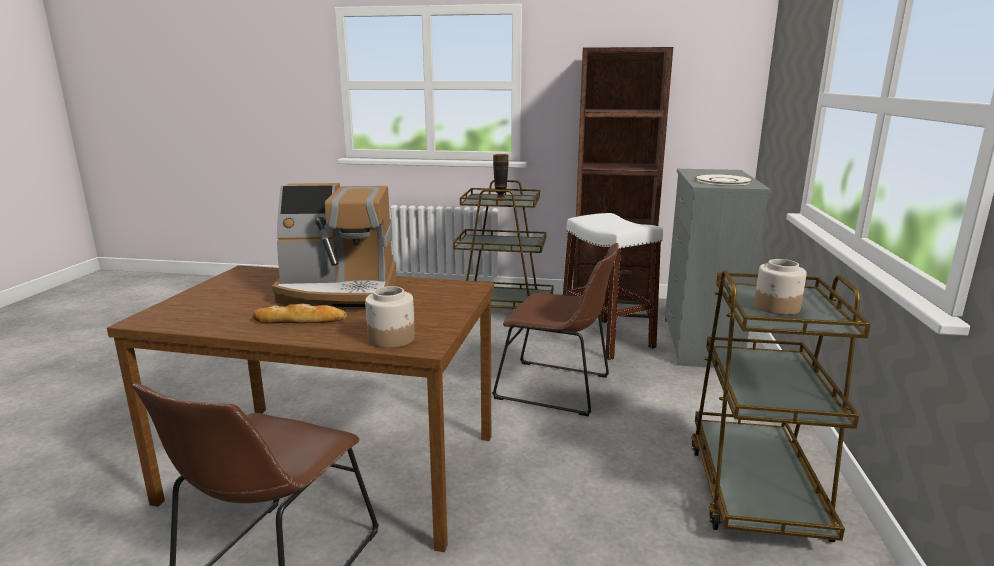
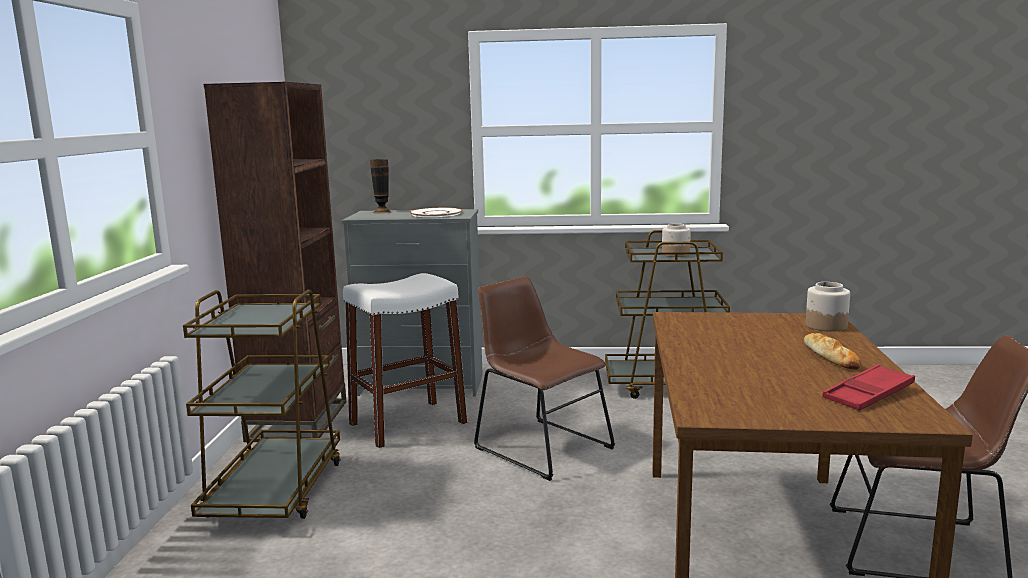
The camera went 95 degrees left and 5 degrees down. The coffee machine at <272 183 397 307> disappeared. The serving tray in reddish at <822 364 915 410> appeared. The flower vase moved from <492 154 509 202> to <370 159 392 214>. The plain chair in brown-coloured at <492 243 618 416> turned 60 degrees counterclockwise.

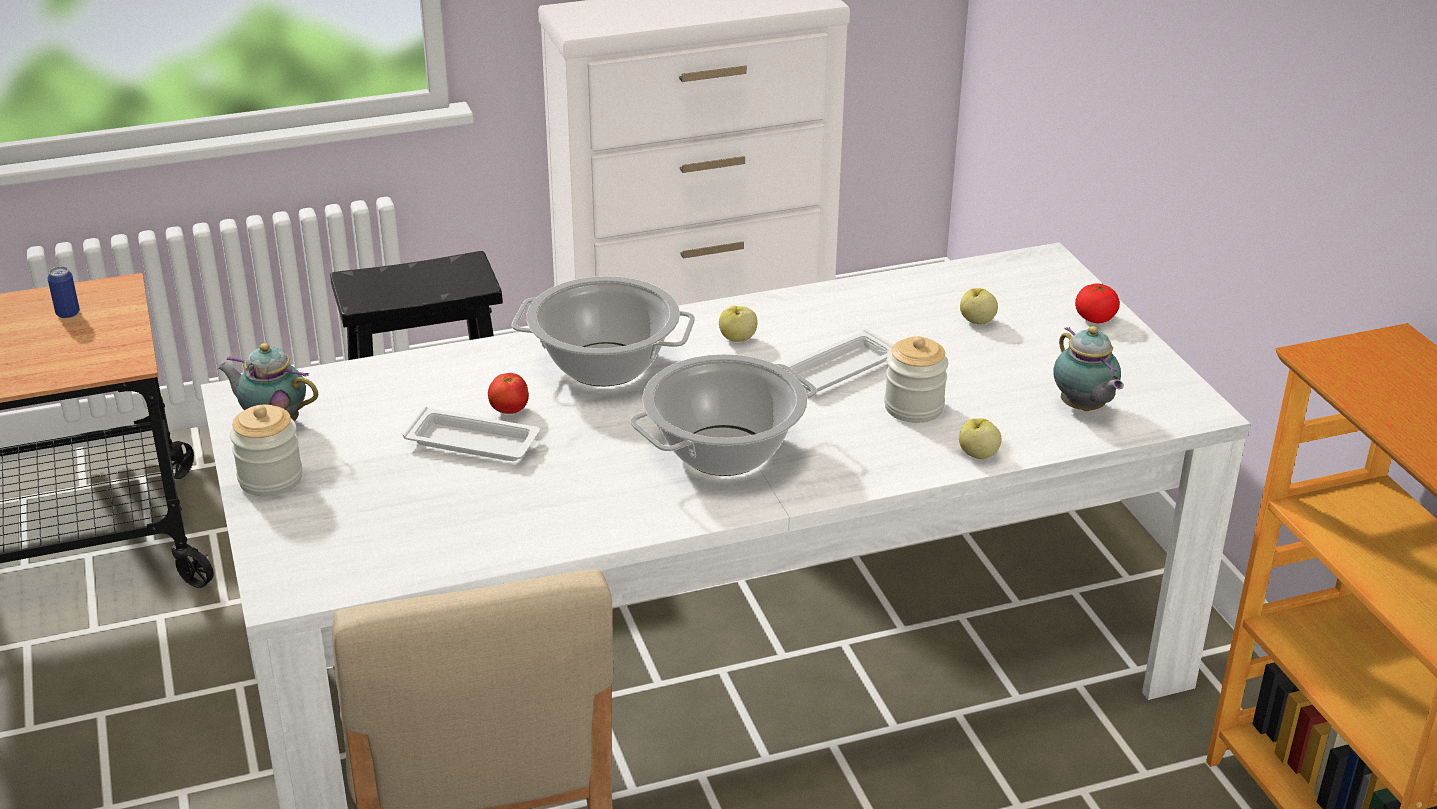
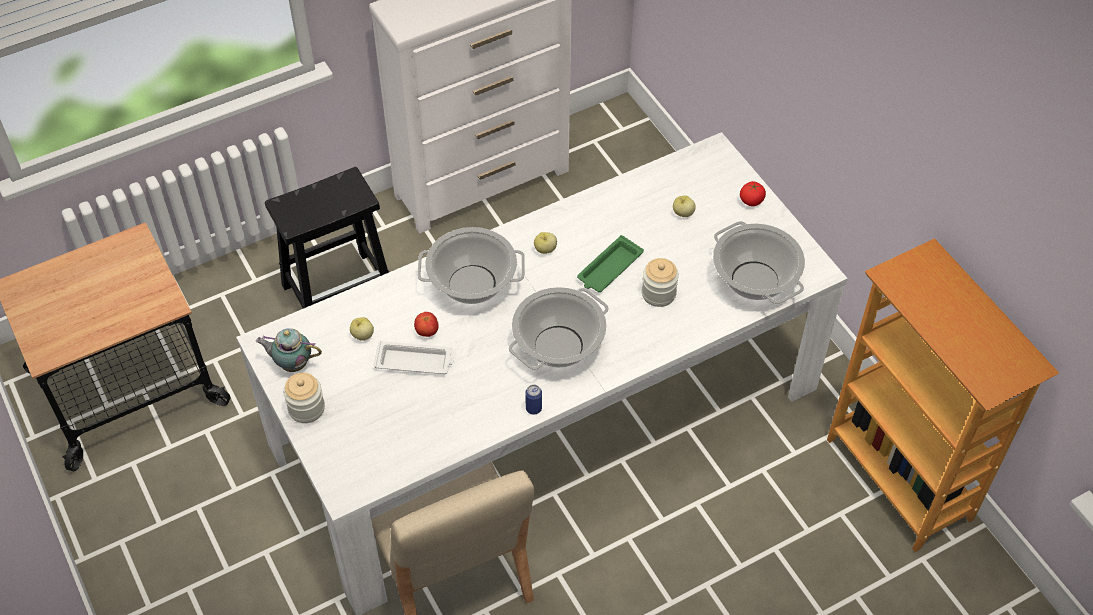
The camera went 10 degrees left and 20 degrees up. The can moved from <47 266 80 318> to <525 384 542 415>. The apple moved from <959 418 1001 459> to <350 317 374 341>. The tea pot at <1053 326 1124 411> was replaced by the saucepot at <713 221 805 304>. The serving tray in whitish at <786 329 893 392> became the serving tray in greenish at <577 235 644 292>.

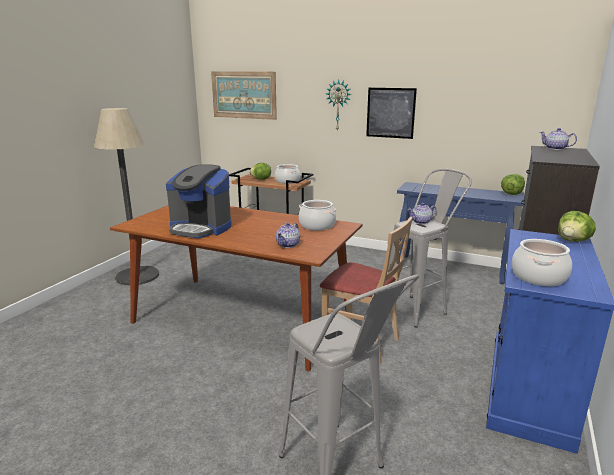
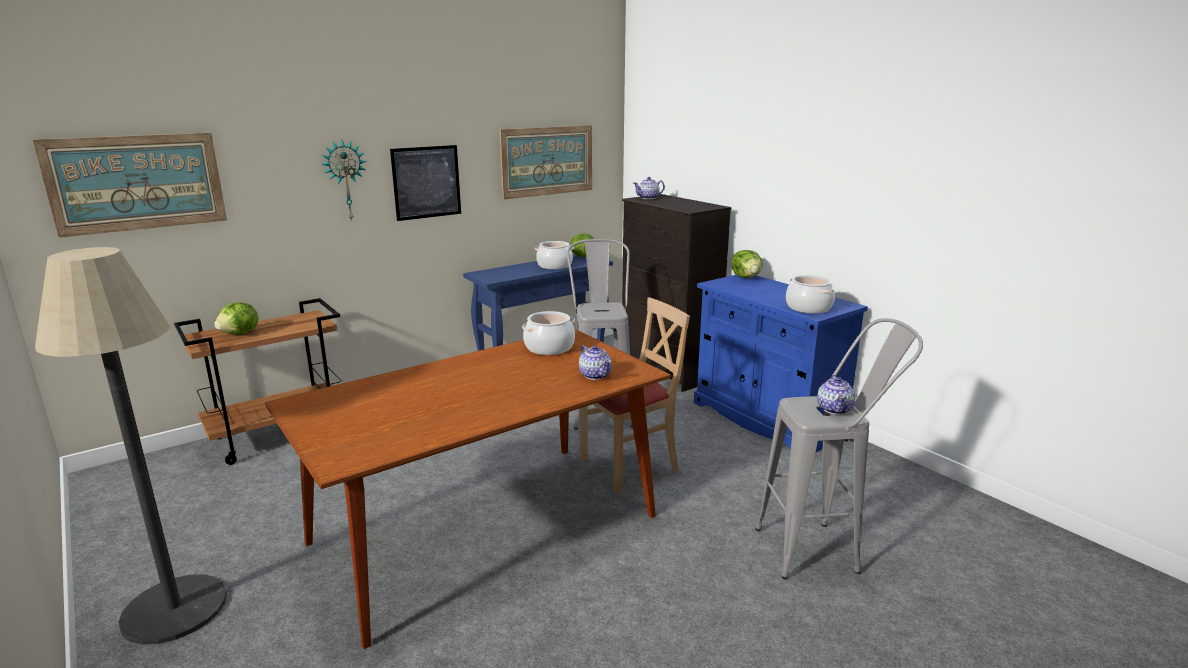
The camera went 60 degrees left and 0 degrees up. The coffee machine at <166 164 232 238> disappeared. The wall picture at <499 125 592 200> appeared. The saucepot moved from <275 164 300 184> to <535 241 574 270>. The tea pot moved from <408 203 437 224> to <817 375 855 415>.

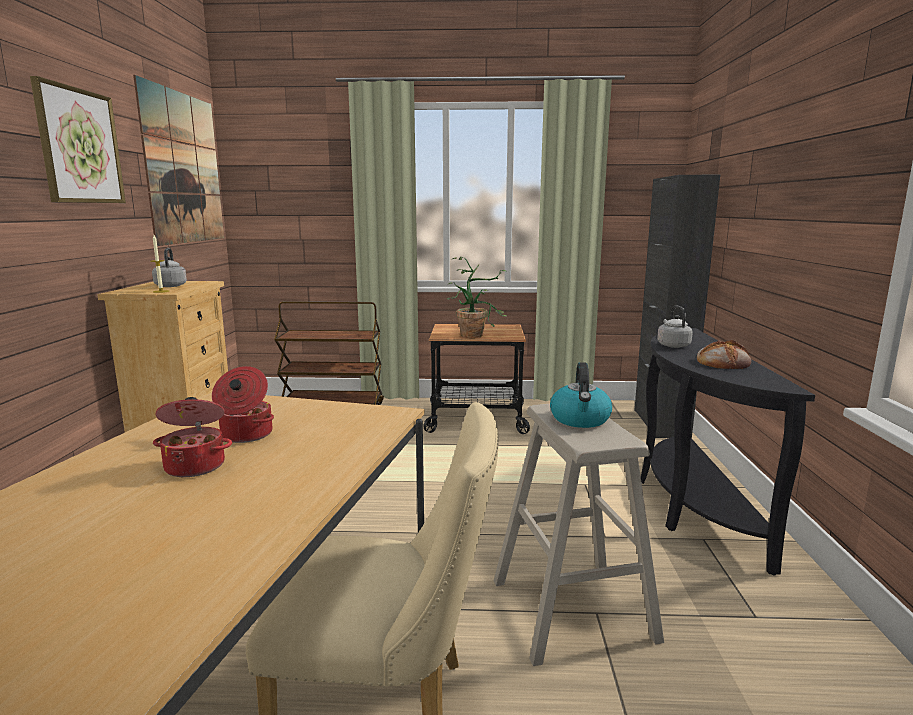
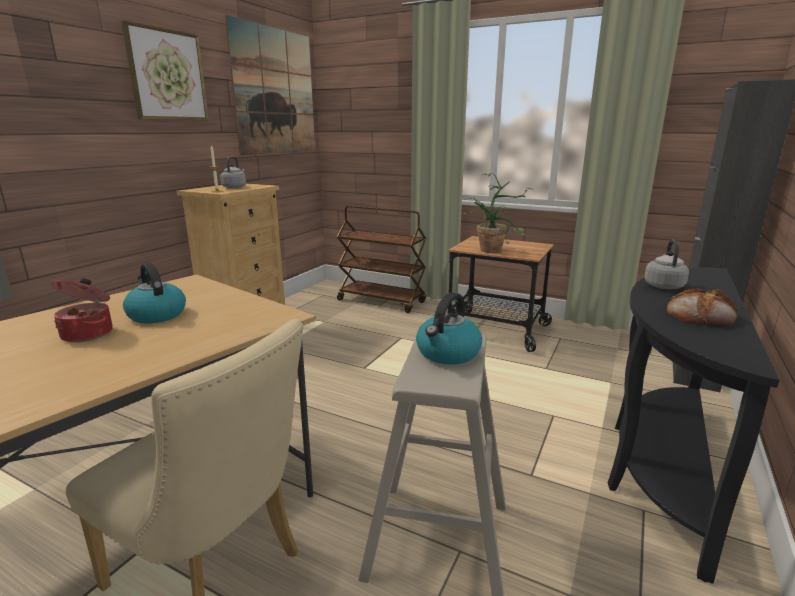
The camera went 25 degrees right and 5 degrees up. The saucepot at <212 366 274 443> was replaced by the kettle at <123 263 186 323>.

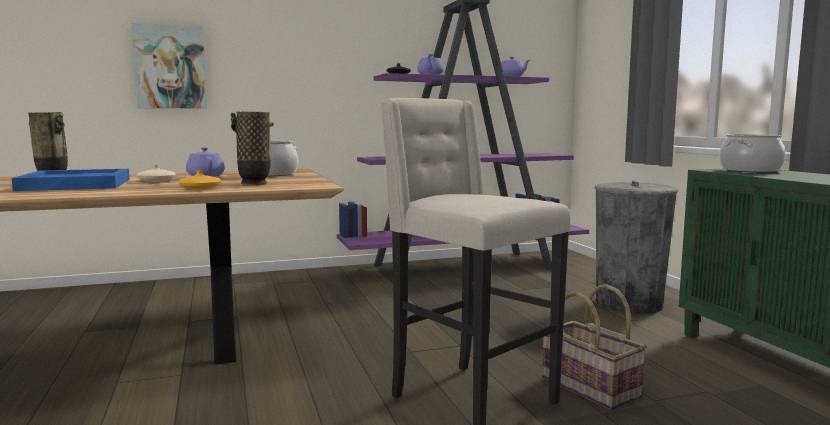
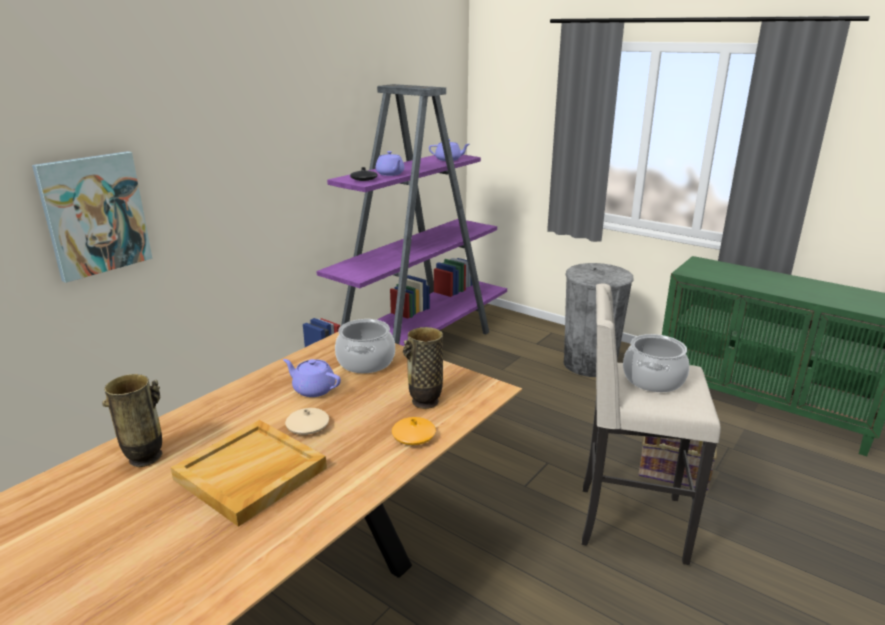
The camera went 35 degrees left and 15 degrees up. The saucepot moved from <719 134 786 173> to <623 334 689 392>. The serving tray in blue-coloured at <12 169 130 191> became the serving tray in beige-coloured at <170 420 327 527>.

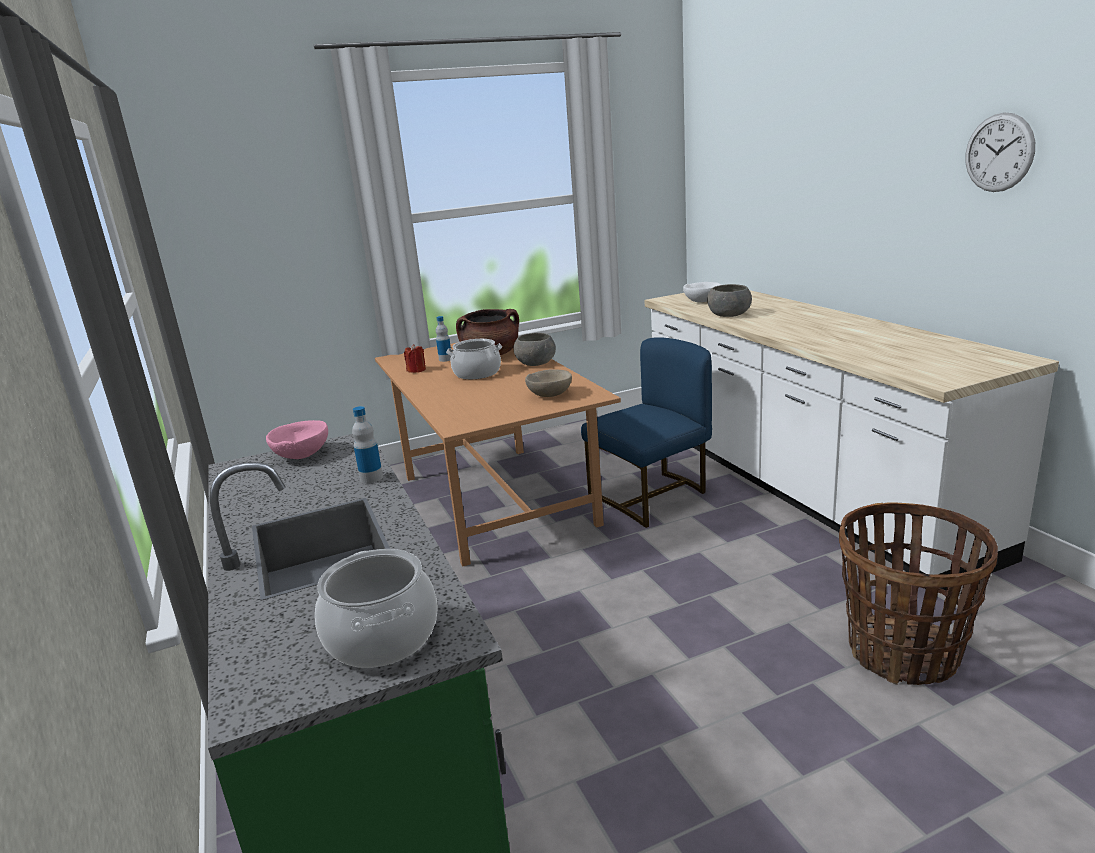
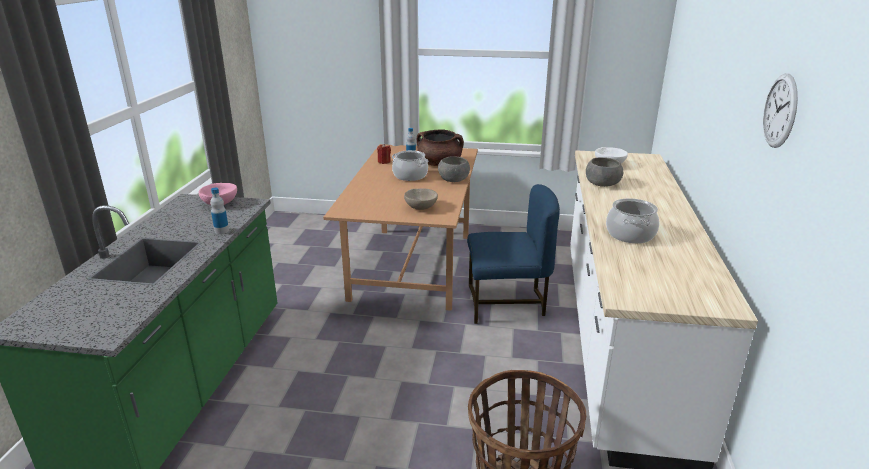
The camera went 30 degrees right and 5 degrees up. The saucepot moved from <315 549 438 668> to <606 198 659 244>.

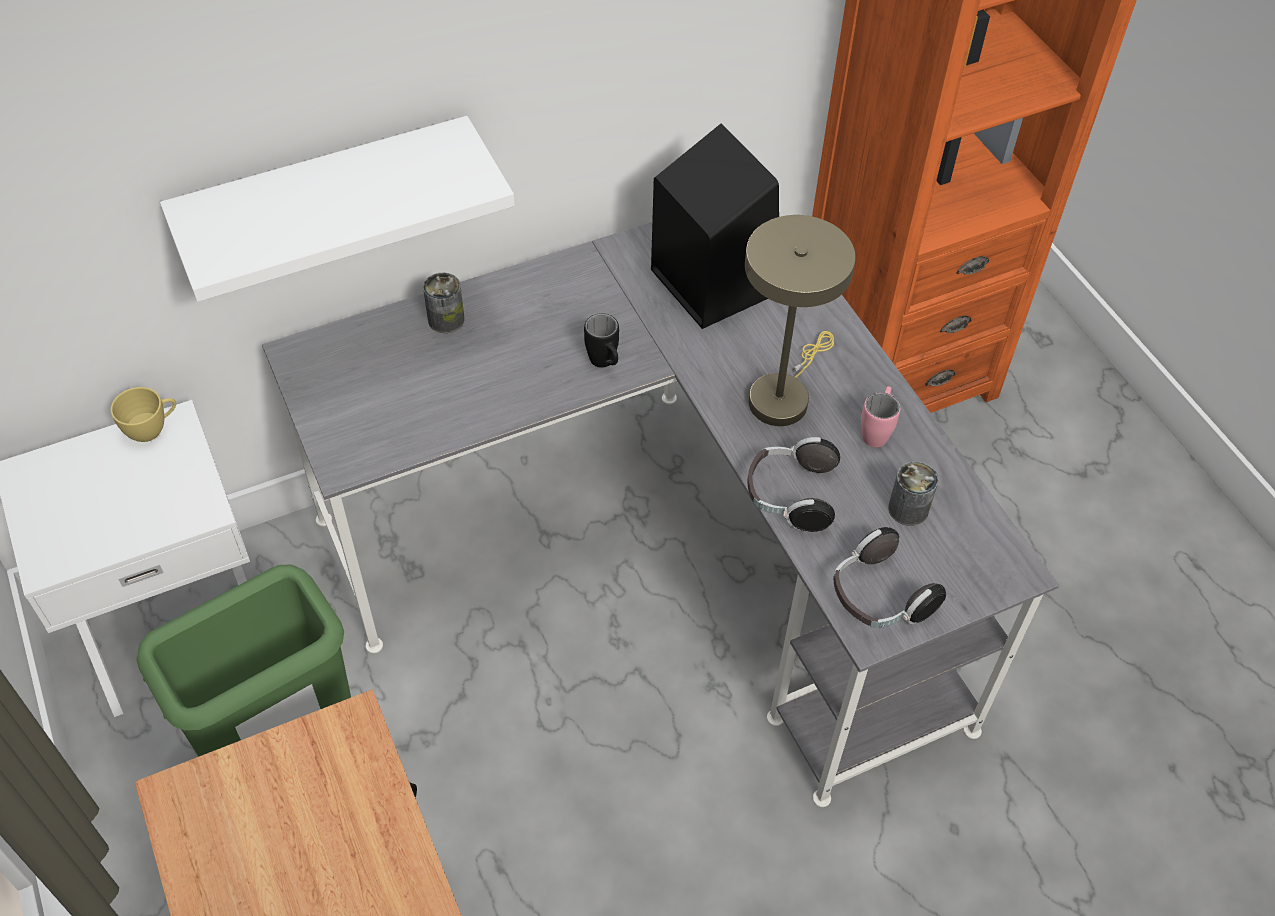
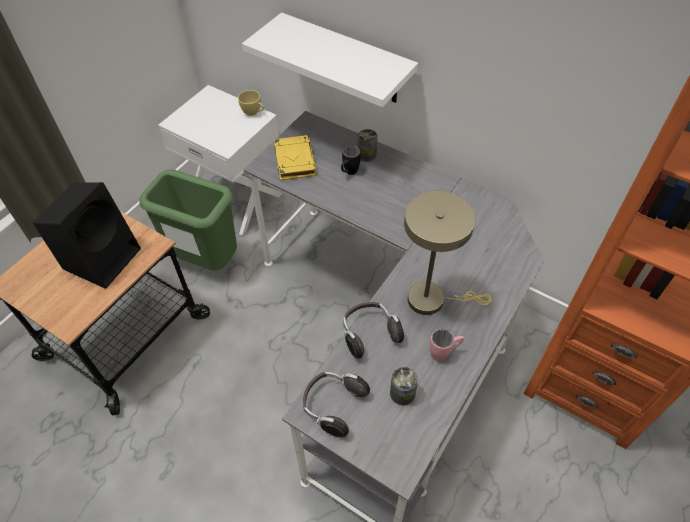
The camera went 60 degrees right and 0 degrees up. The volume in yellowish at <274 135 317 180> appeared. The coffee mug in black moved from <584 313 619 368> to <341 145 361 175>. The loudspeaker in black moved from <651 124 779 329> to <33 182 141 289>.

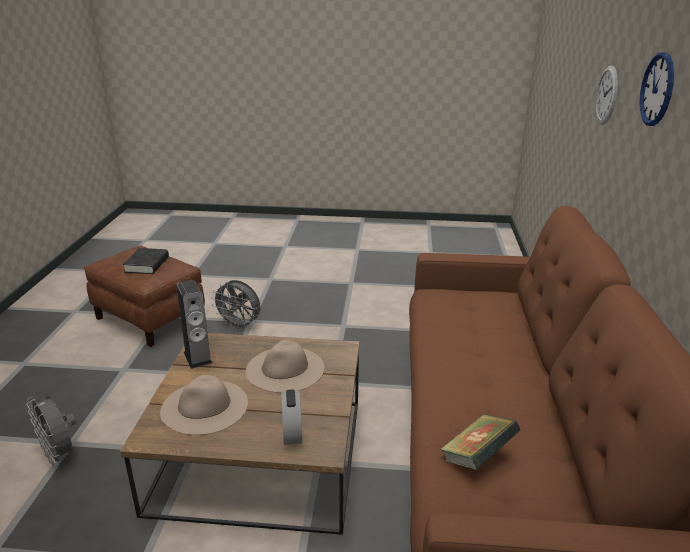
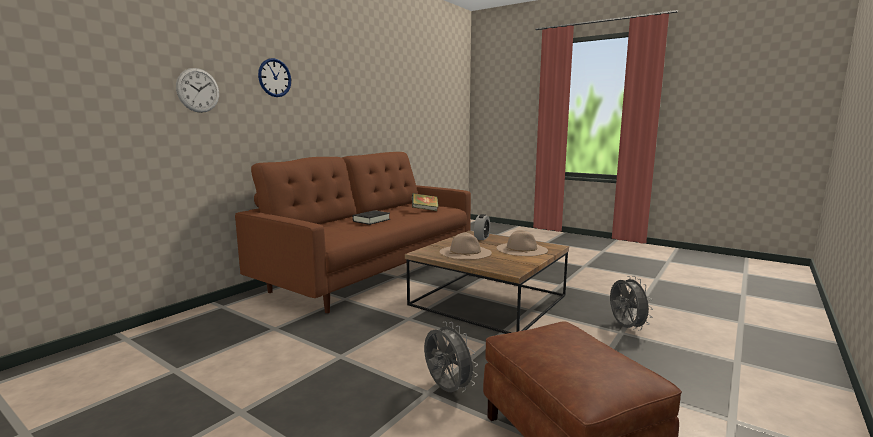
The camera went 150 degrees left and 15 degrees down. The loudspeaker at <176 280 212 369> disappeared. The volume in black moved from <123 248 169 274> to <352 210 390 225>.

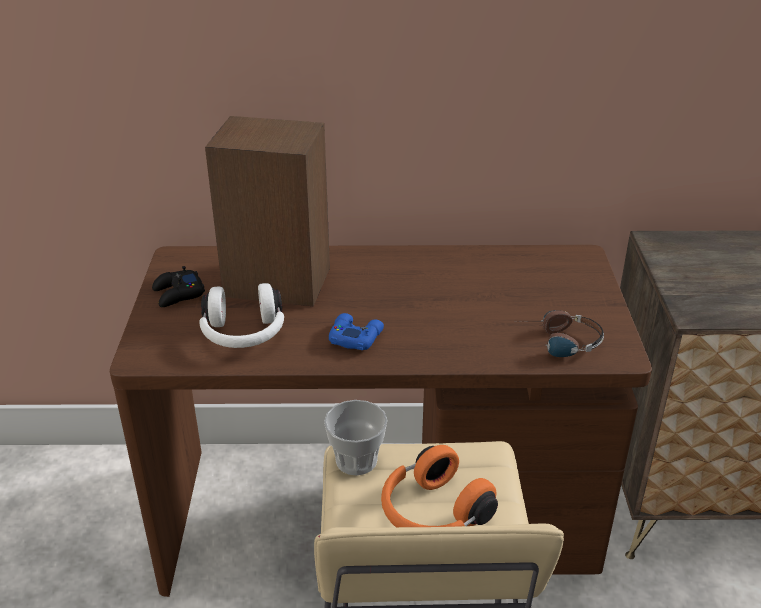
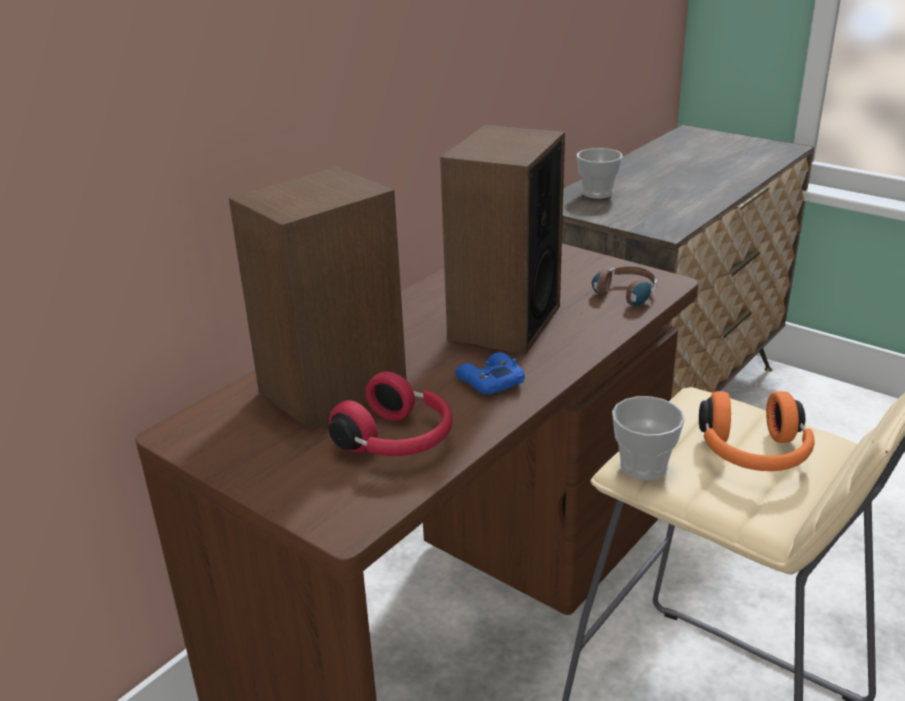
The camera went 50 degrees left and 5 degrees down. The game controller in black at <152 266 205 307> disappeared. The loudspeaker at <440 124 565 354> appeared. The small cup at <577 148 623 199> appeared. The headset in whitish at <199 283 284 348> became the headset in reddish at <329 371 453 456>.

